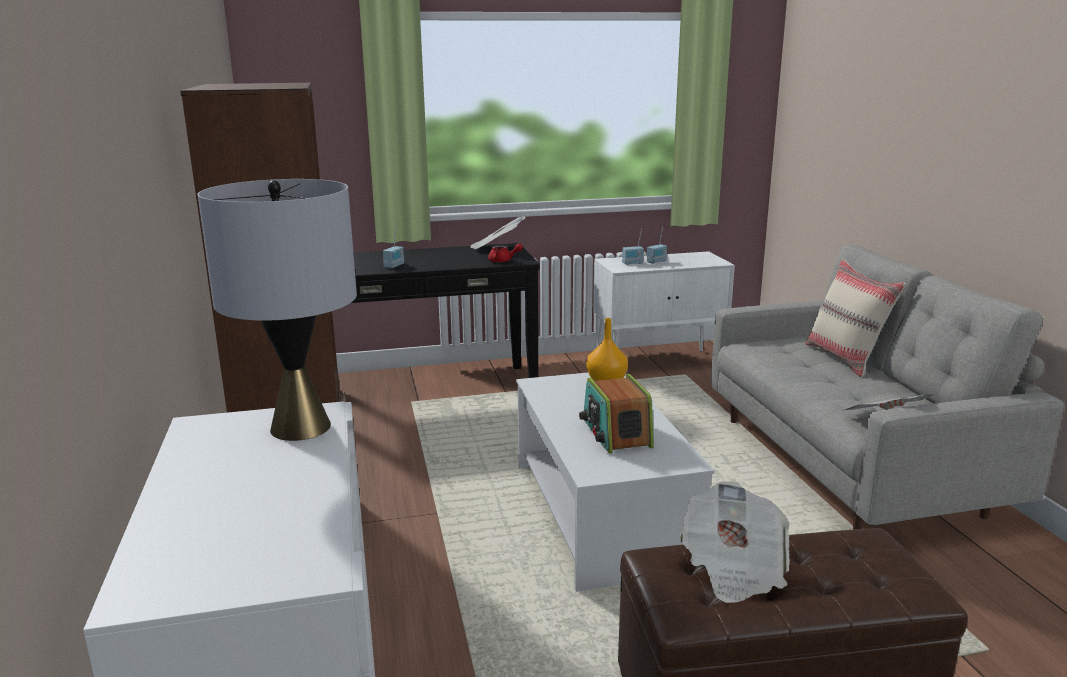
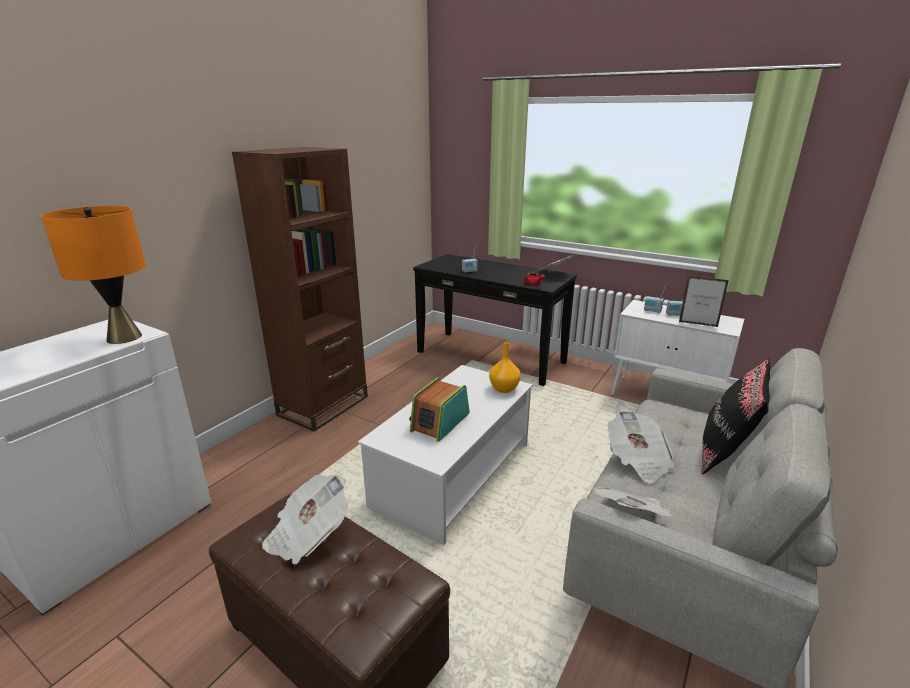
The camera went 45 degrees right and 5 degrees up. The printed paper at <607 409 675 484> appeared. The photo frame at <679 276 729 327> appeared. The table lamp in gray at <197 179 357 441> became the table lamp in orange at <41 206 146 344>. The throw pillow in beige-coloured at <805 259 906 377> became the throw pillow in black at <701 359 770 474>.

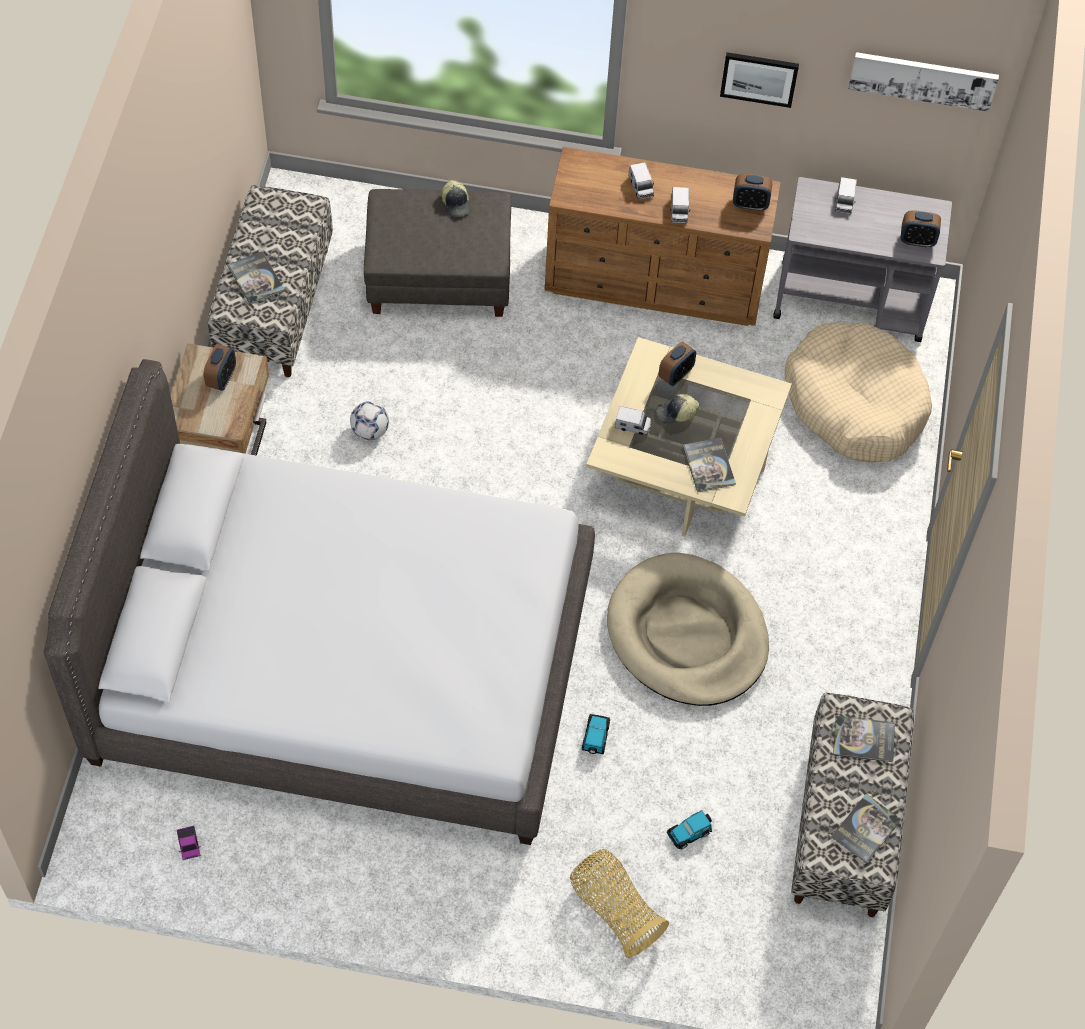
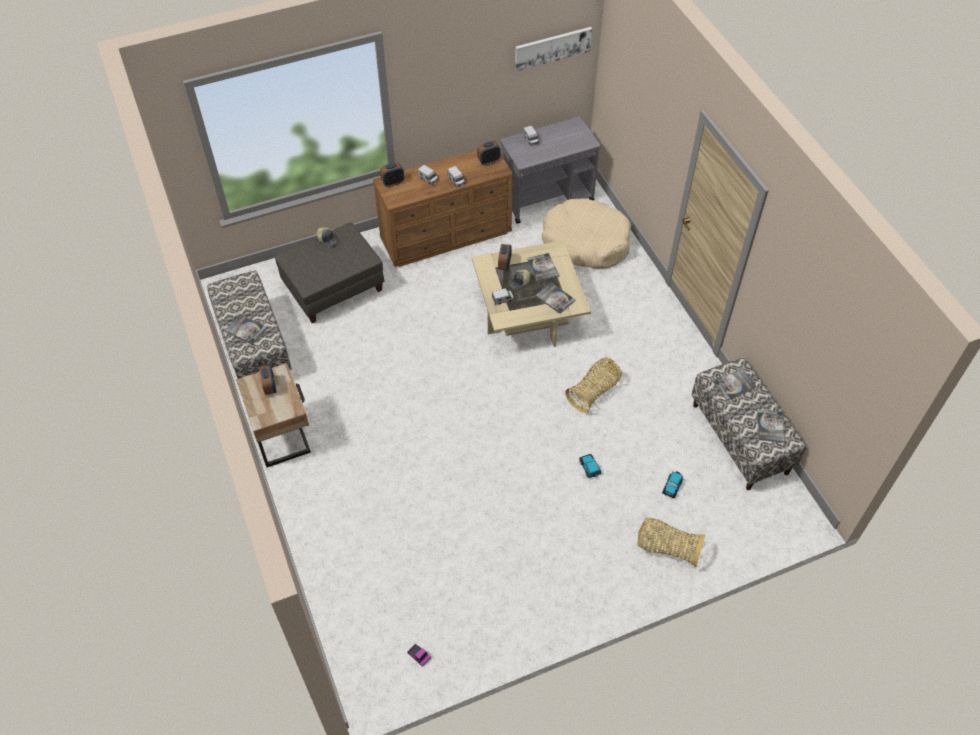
The camera went 30 degrees left and 5 degrees down. The bedroom bed in gray at <44 359 595 845> disappeared. The ball for football at <350 401 389 440> disappeared. The wall picture at <720 52 799 108> disappeared. The volume at <527 253 560 282> appeared. The table clock moved from <901 210 941 248> to <380 162 404 187>. The dog cushion in beige-coloured at <607 552 769 706> was replaced by the storage basket at <565 358 622 413>.

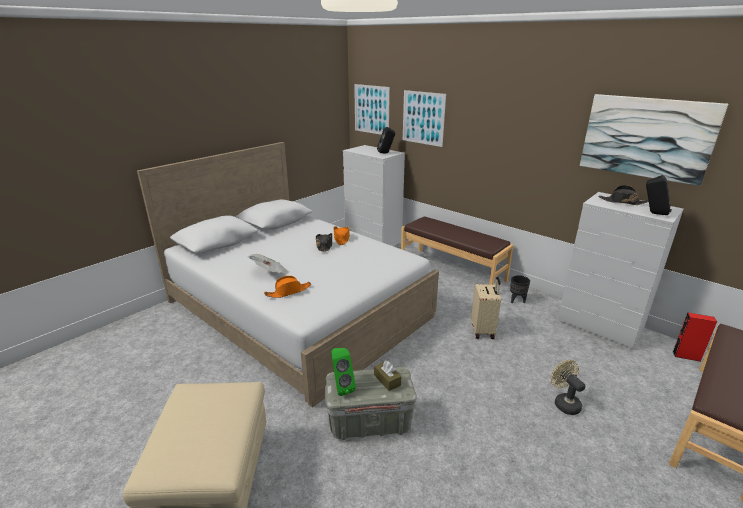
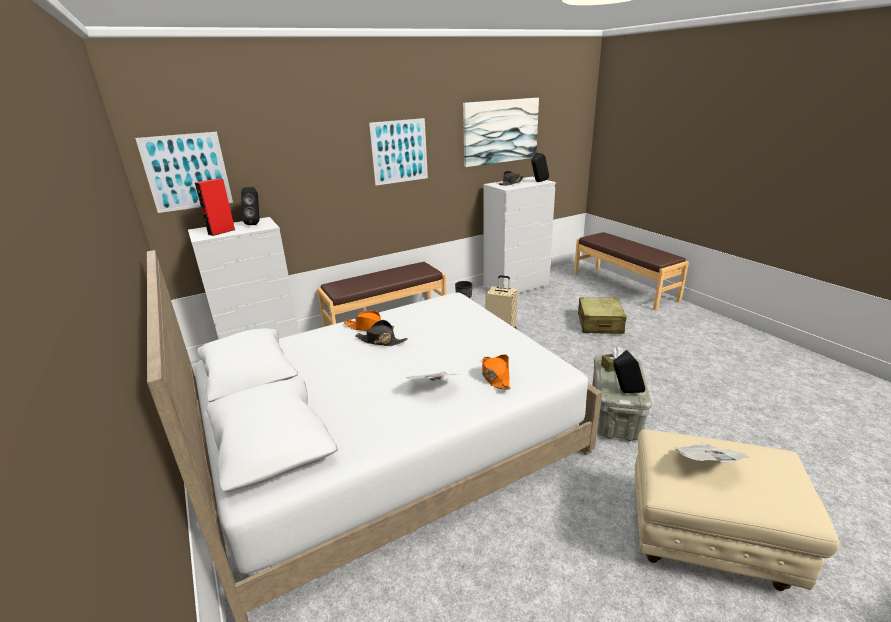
The camera went 70 degrees left and 0 degrees up. The printed paper at <674 443 750 463> appeared. The wall picture moved from <403 90 446 147> to <369 118 428 186>. The loudspeaker in reddish moved from <672 313 717 362> to <195 178 235 236>. The electric fan in beige-coloured at <551 360 585 415> was replaced by the piece of luggage in beige-coloured at <578 298 627 334>. The loudspeaker in greenish at <331 348 356 396> became the loudspeaker in black at <613 350 646 393>.

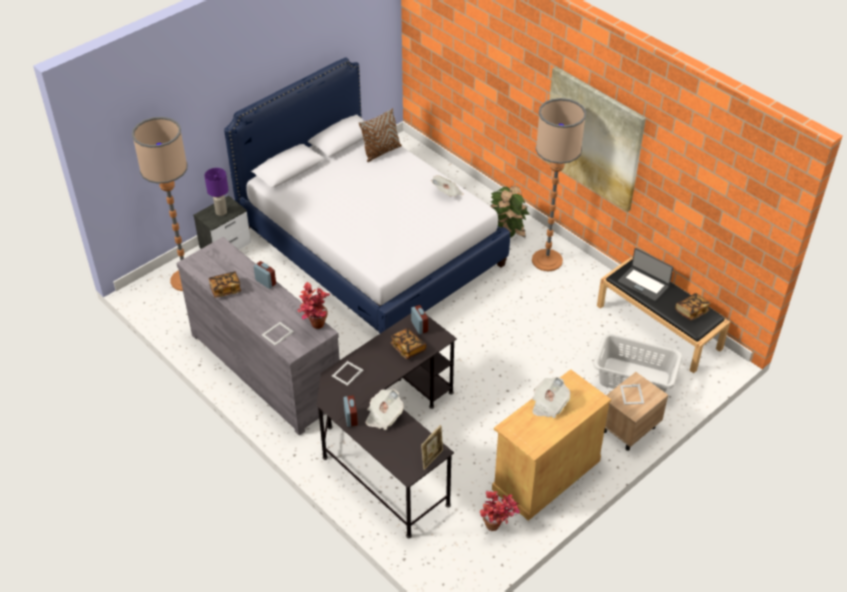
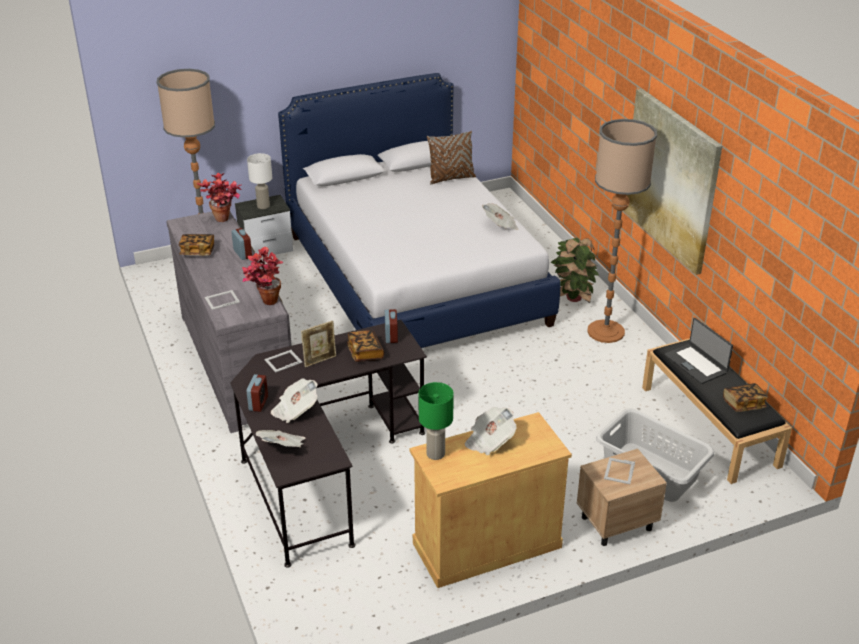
The camera went 20 degrees right and 10 degrees down. The printed paper at <256 430 305 447> appeared. The table lamp in greenish at <419 382 454 460> appeared. The photo frame moved from <421 425 443 470> to <301 321 336 367>. The plant in a pot moved from <480 491 520 531> to <196 173 241 222>. The table lamp in purplish at <204 168 228 216> became the table lamp in whitish at <247 153 272 209>.

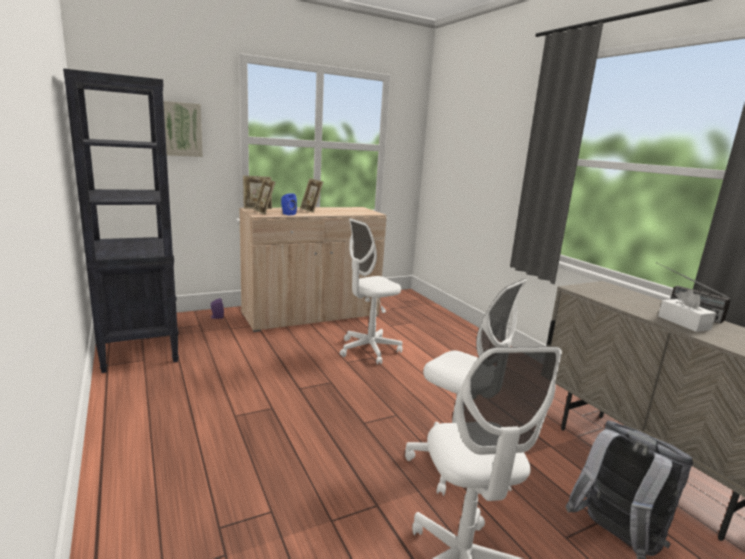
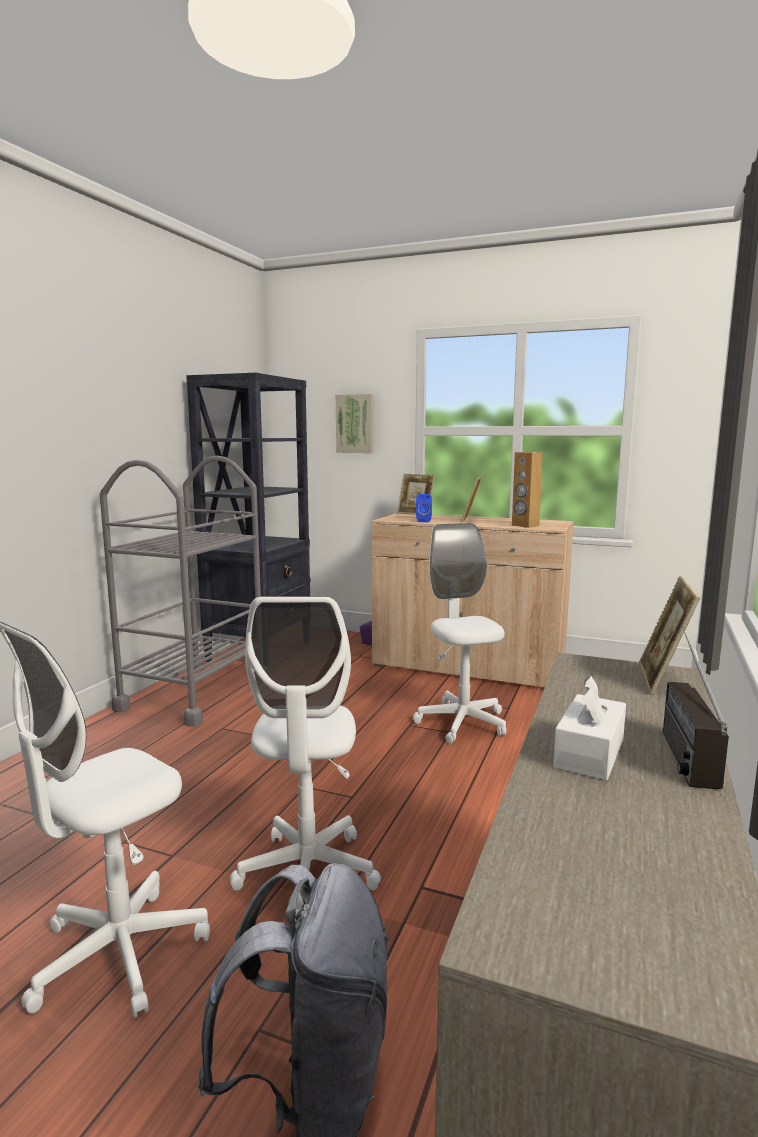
The camera went 50 degrees right and 5 degrees down. The cart in gray at <100 456 261 727> appeared. The loudspeaker in brown-coloured at <512 452 543 528> appeared. The photo frame moved from <254 178 275 215> to <639 576 700 695>. The desk chair in whitish at <340 218 402 364> turned 60 degrees clockwise.

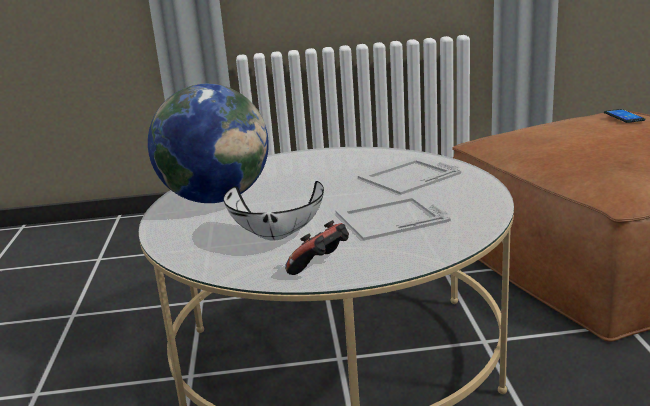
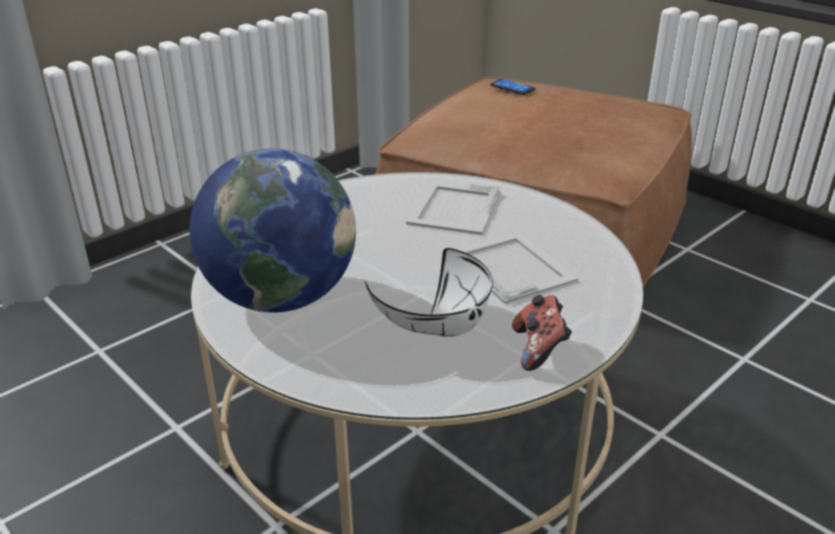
The camera went 40 degrees left and 10 degrees up. The photo frame at <335 194 451 240> turned 120 degrees clockwise.

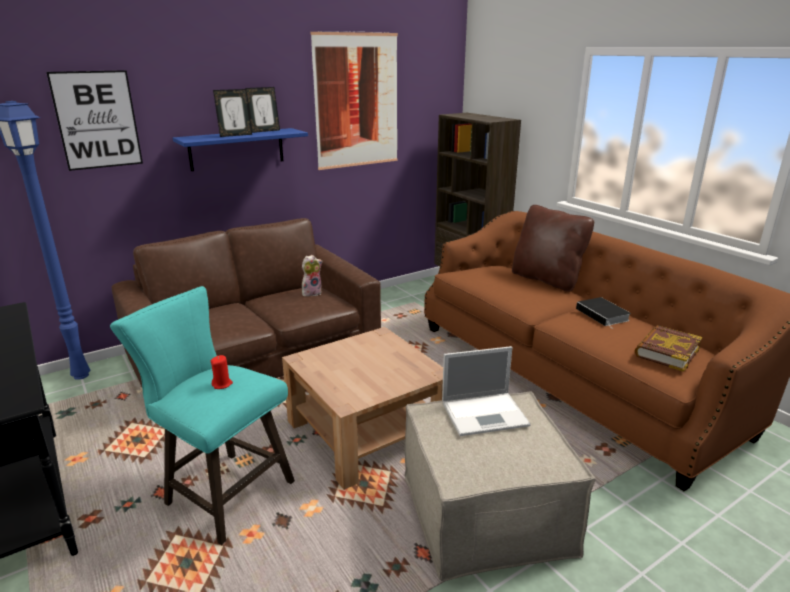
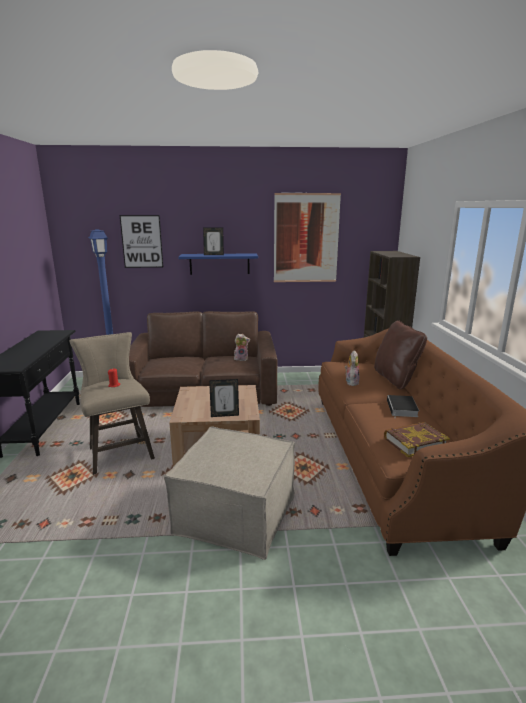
The camera went 30 degrees right and 5 degrees down. The notebook computer at <442 346 531 436> disappeared. The cuddly toy at <345 350 359 386> appeared. The photo frame moved from <245 87 280 133> to <209 379 239 417>. The stool seat in blue-green at <110 286 295 545> became the stool seat in beige-coloured at <69 332 155 475>.

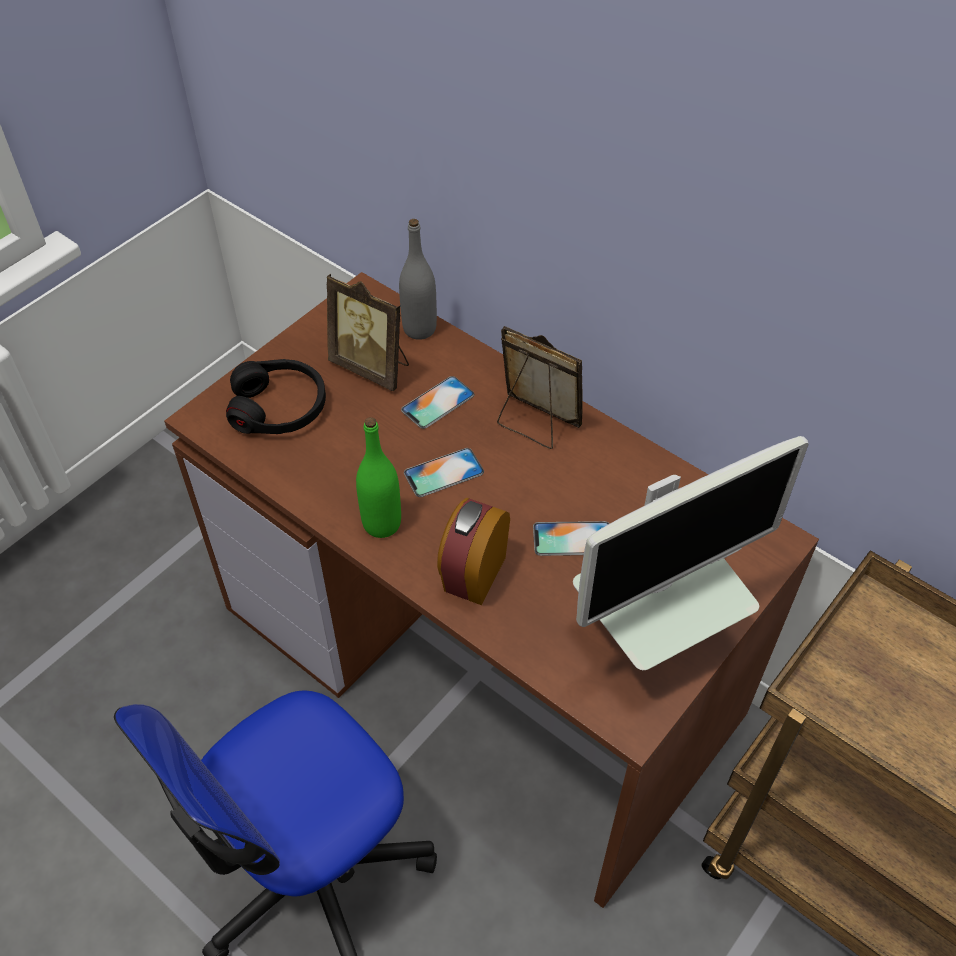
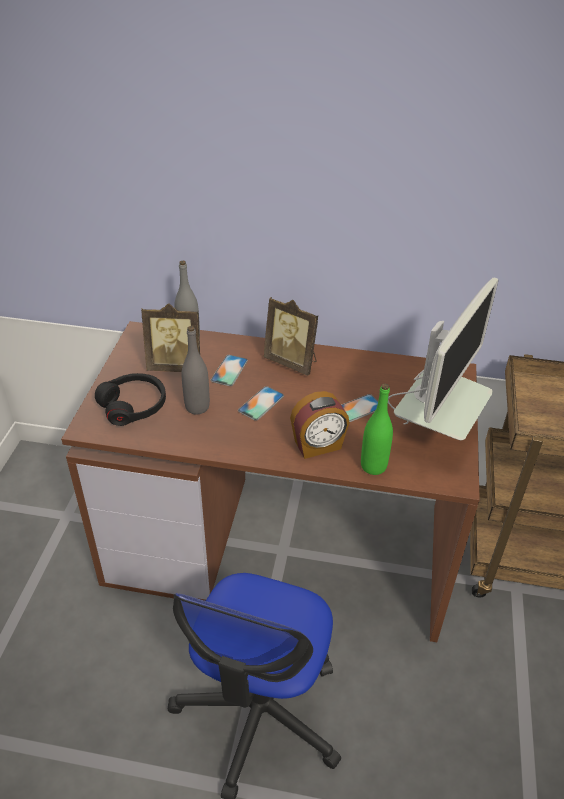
The camera went 30 degrees left and 10 degrees down. The bottle in gray at <182 326 210 415> appeared. The bottle in greenish moved from <356 417 401 538> to <361 384 393 475>. The table clock at <437 498 510 605> turned 105 degrees counterclockwise. The photo frame at <497 326 583 449> turned 150 degrees counterclockwise.

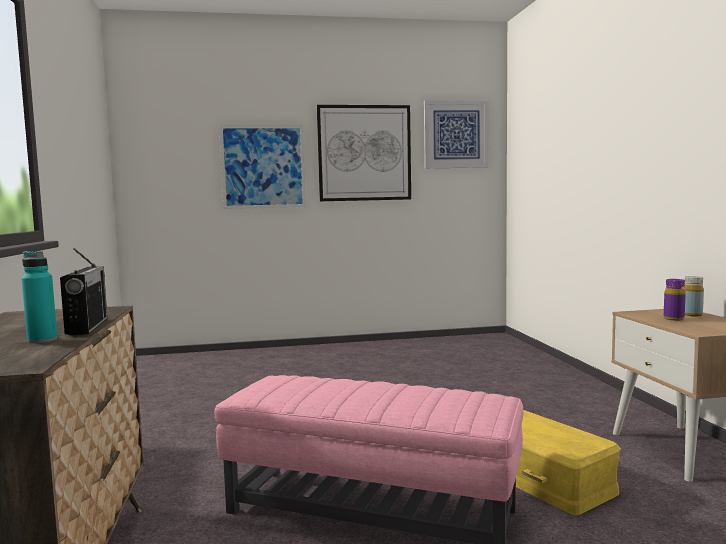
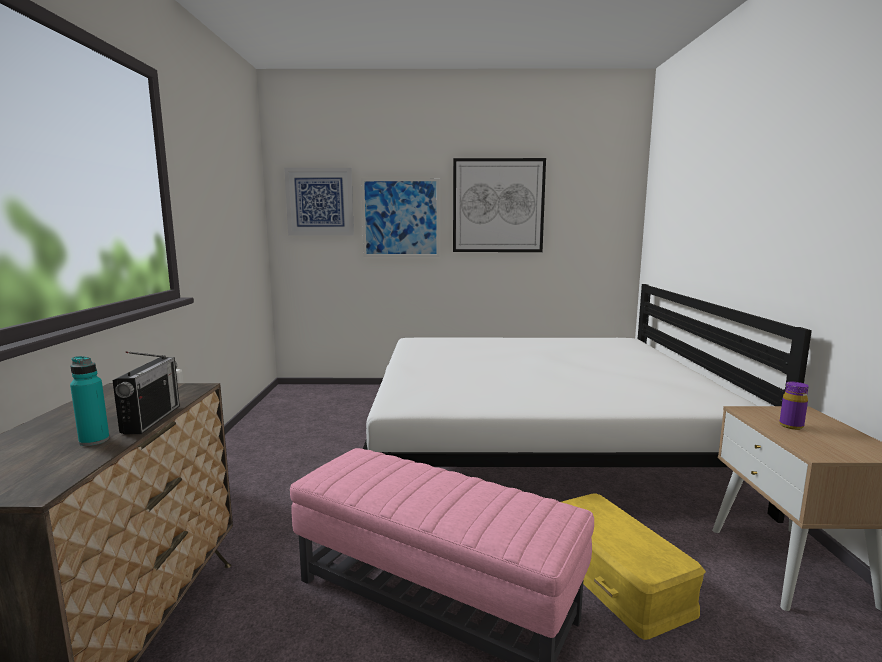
The camera went 10 degrees right and 5 degrees up. The bottle in yellowish at <684 276 704 316> disappeared. The bedroom bed in whitish at <363 284 812 523> appeared. The wall picture moved from <424 100 488 168> to <284 168 354 236>.

